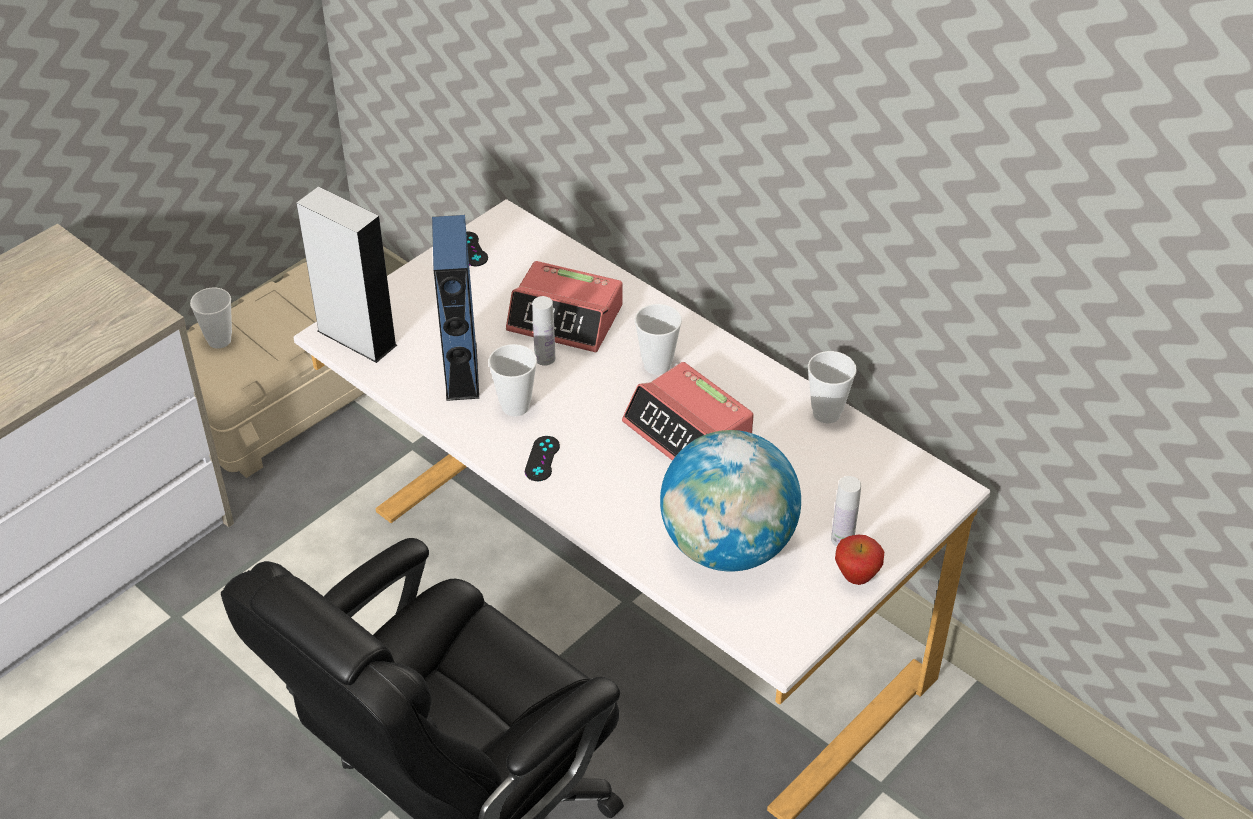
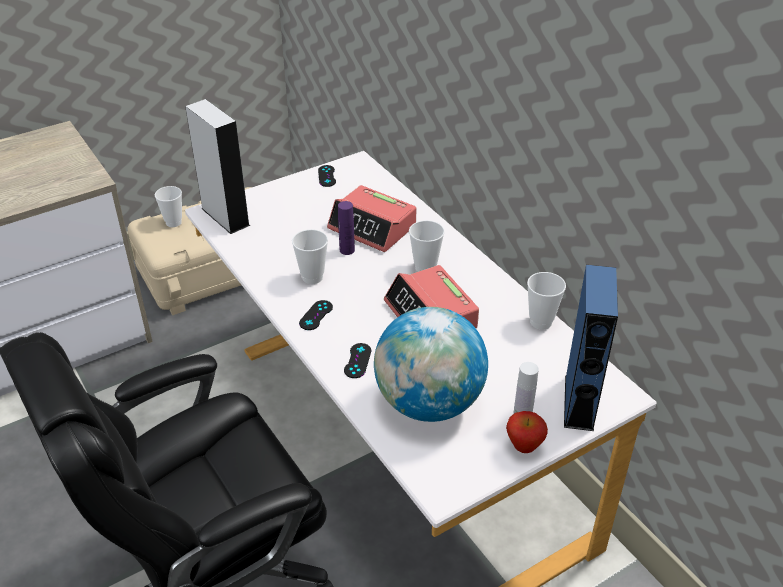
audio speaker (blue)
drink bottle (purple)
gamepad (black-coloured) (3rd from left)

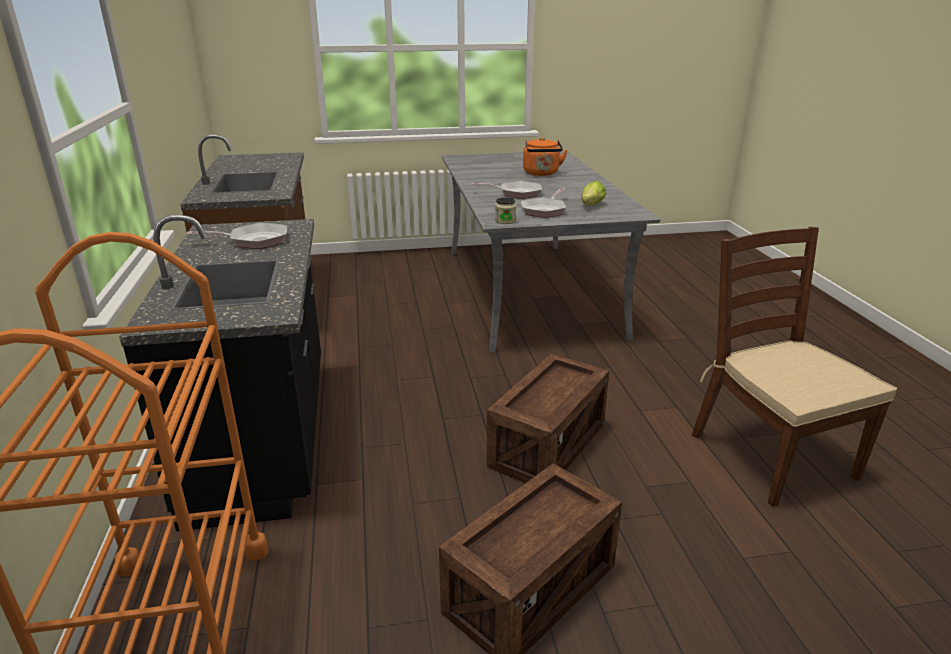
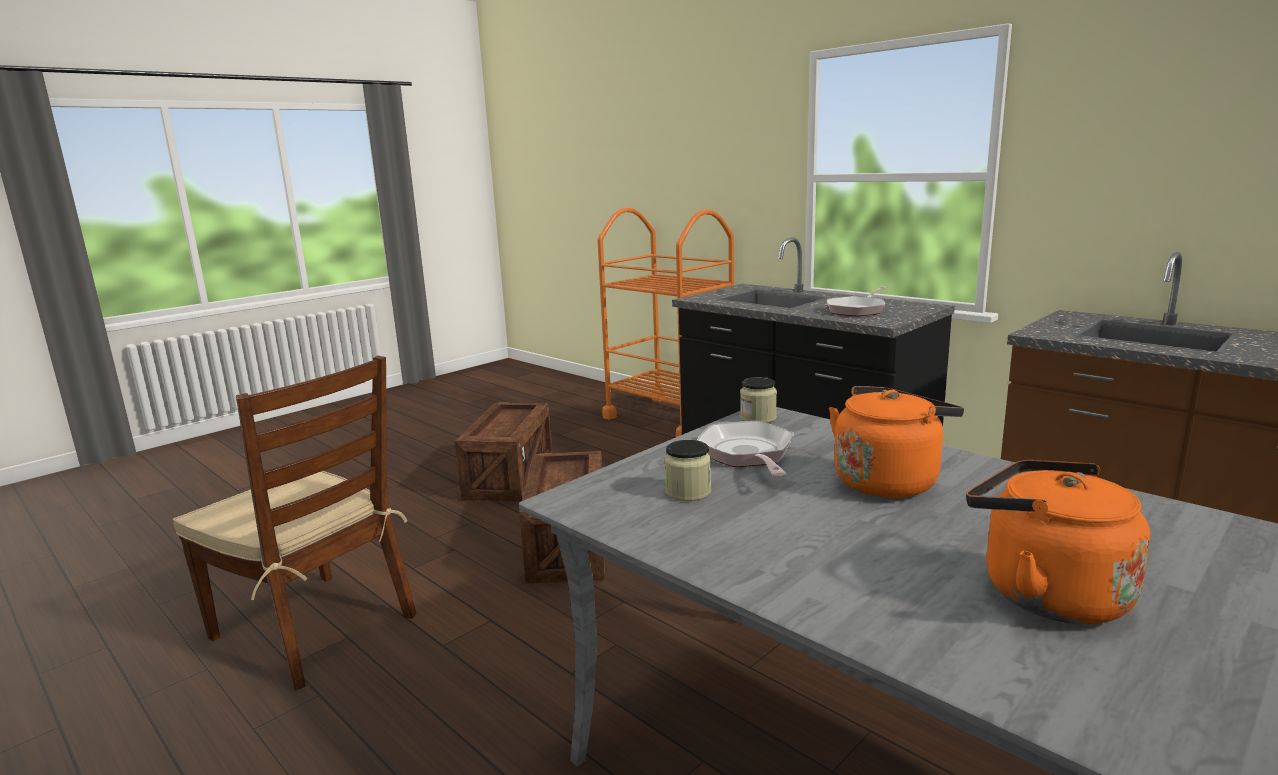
water kettle (orange) (1st from left)
preserve jar (1st from left)

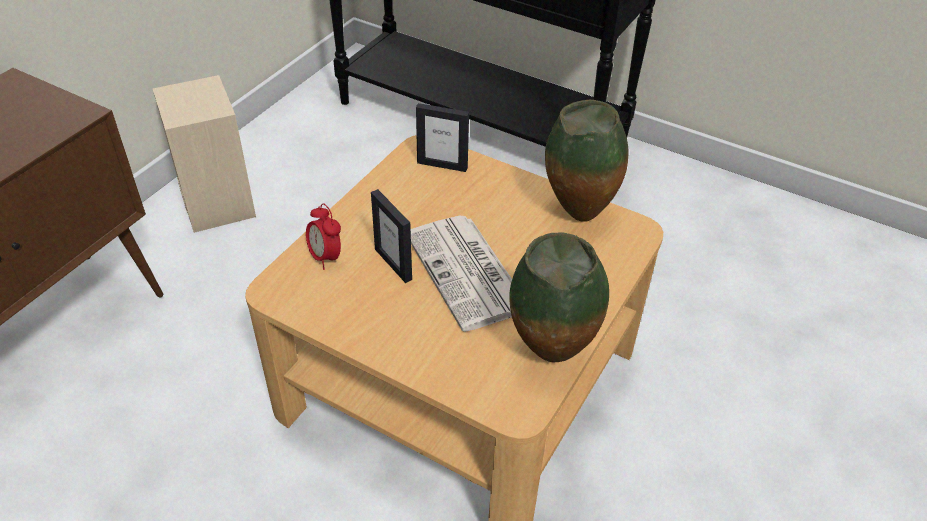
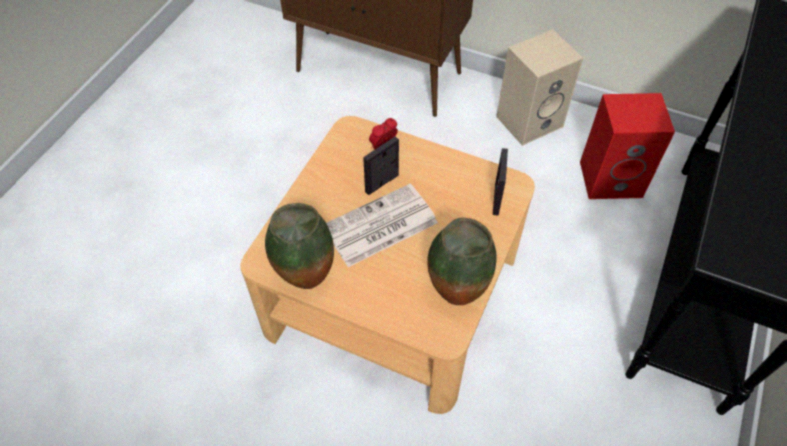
audio speaker (red)

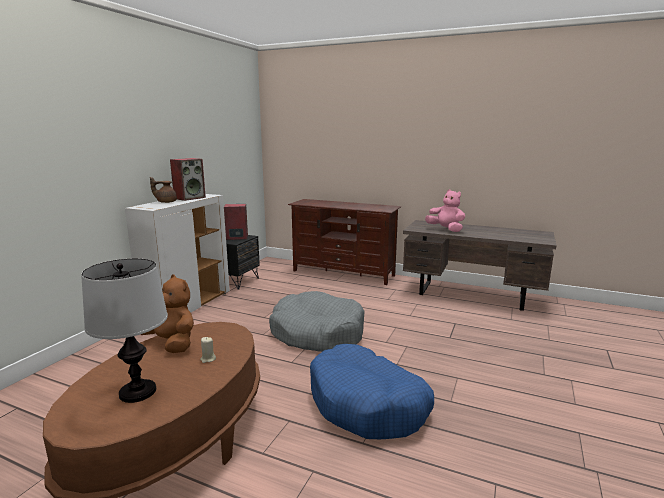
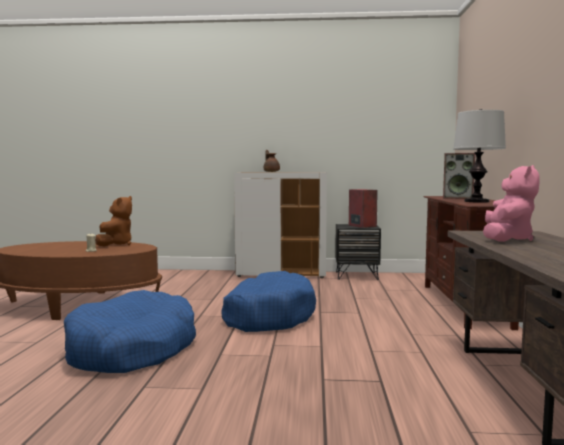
tabletop lamp
audio speaker (2nd from left)
pet bed (blue) (2nd from left)

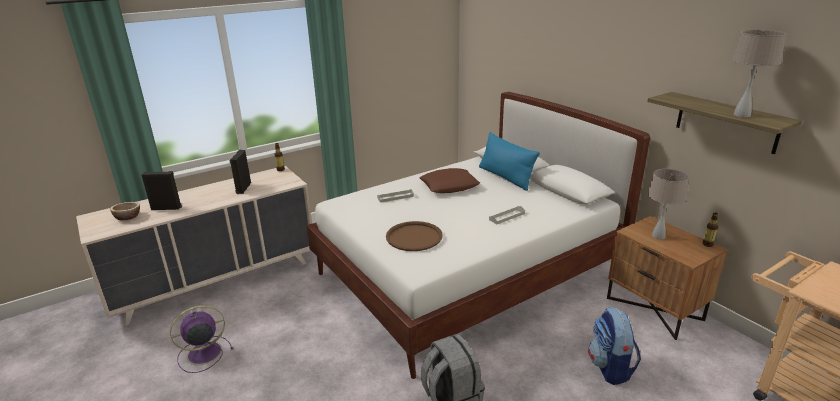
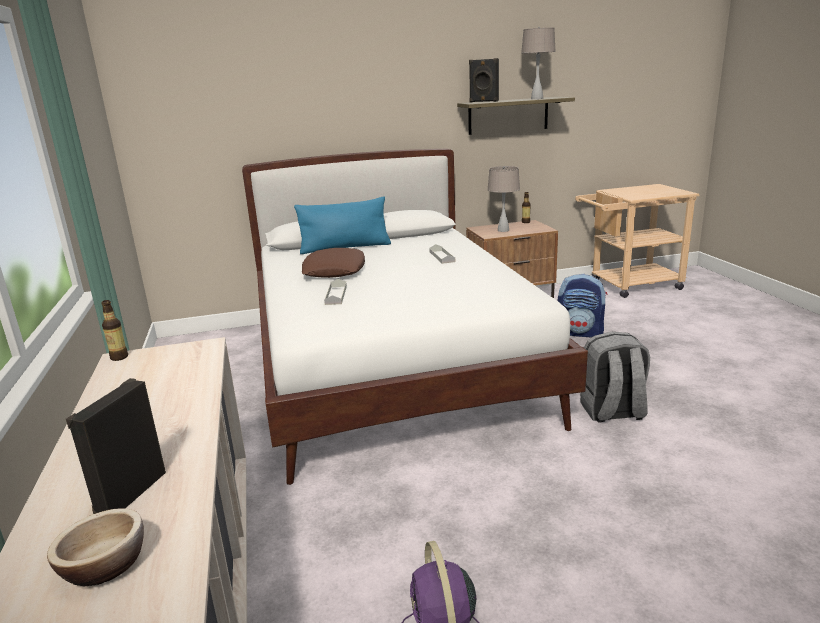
audio speaker (black-coloured) (2nd from left)
serving tray (brown)

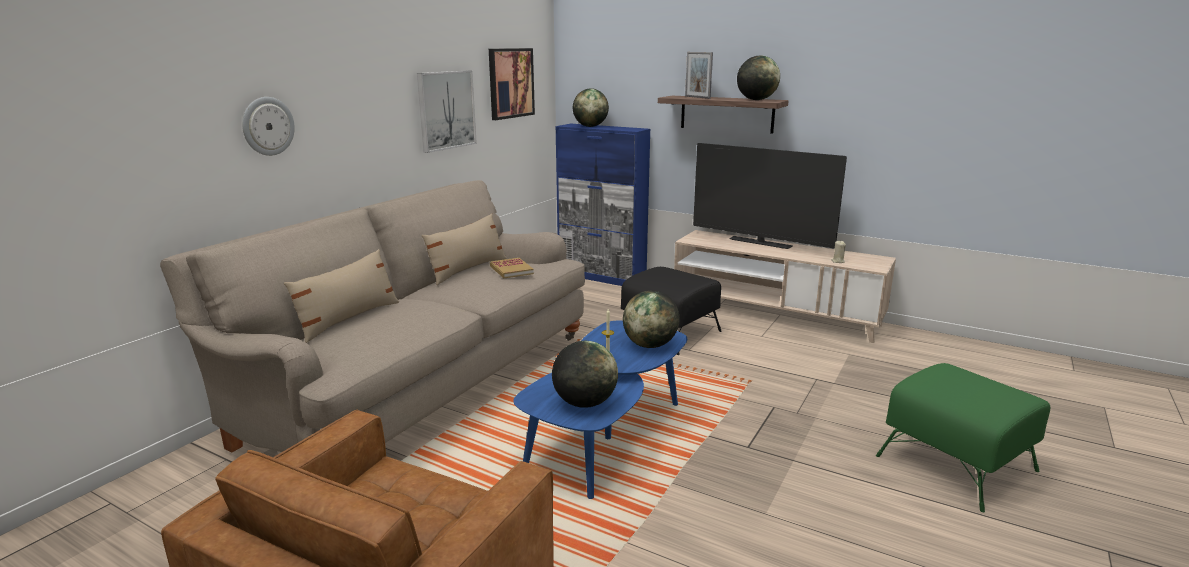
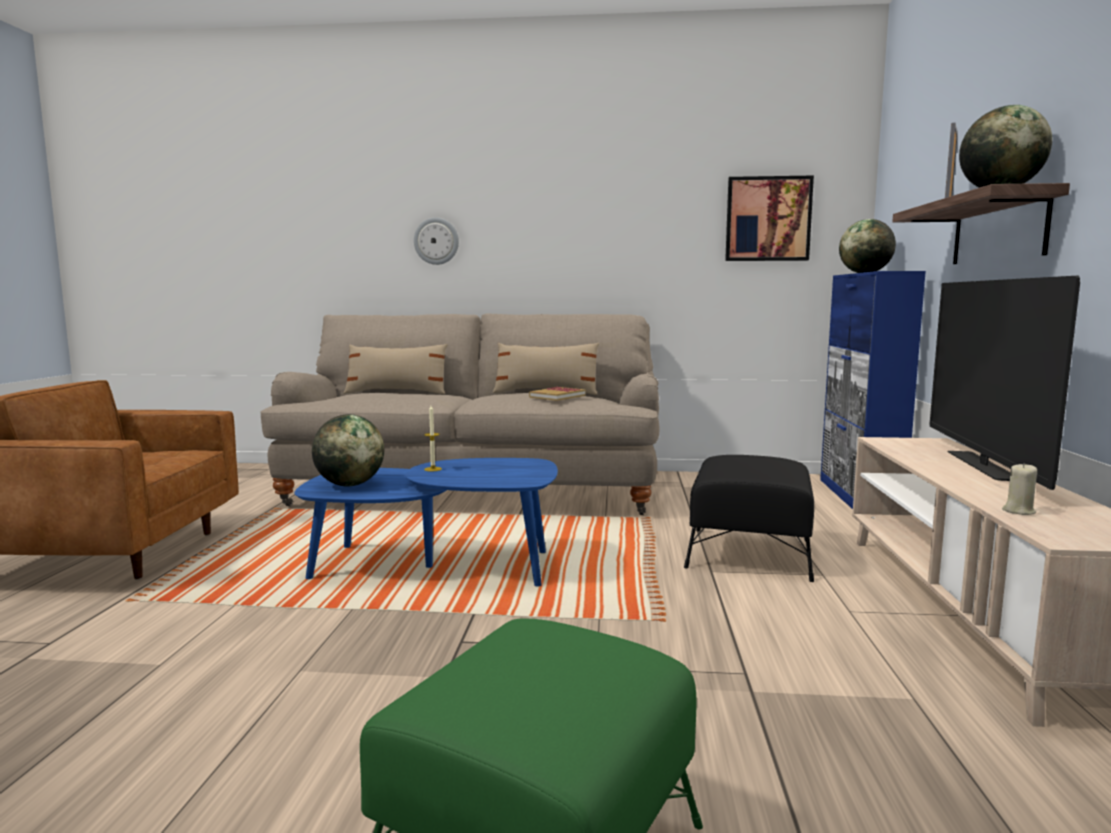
wall art (1st from left in the first image)
desk globe (3rd from left in the first image)

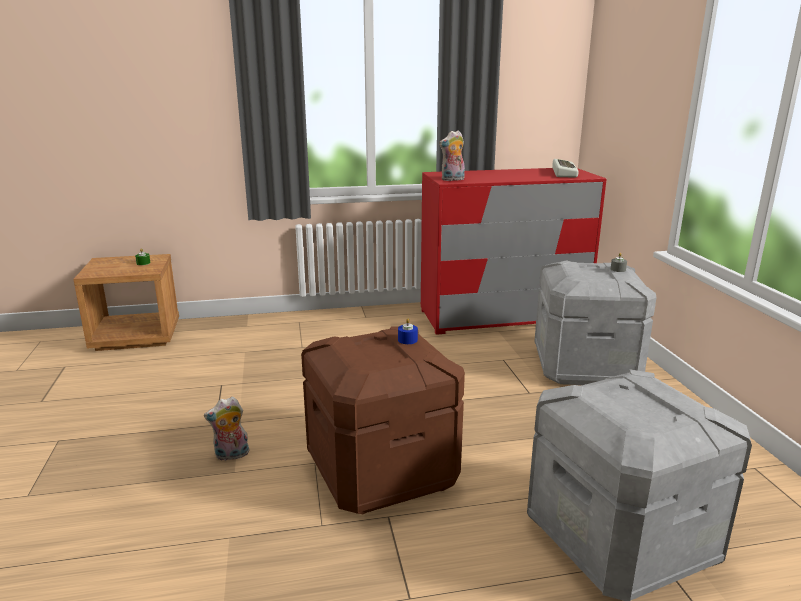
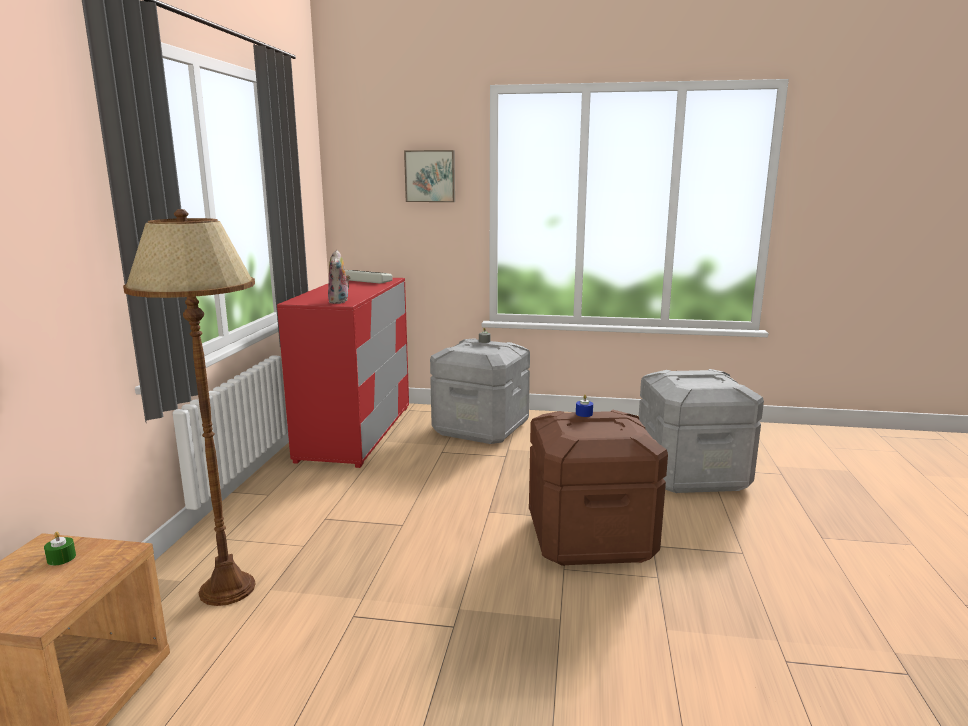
cuddly toy (1st from left in the first image)
floor lamp (brown)
wall art

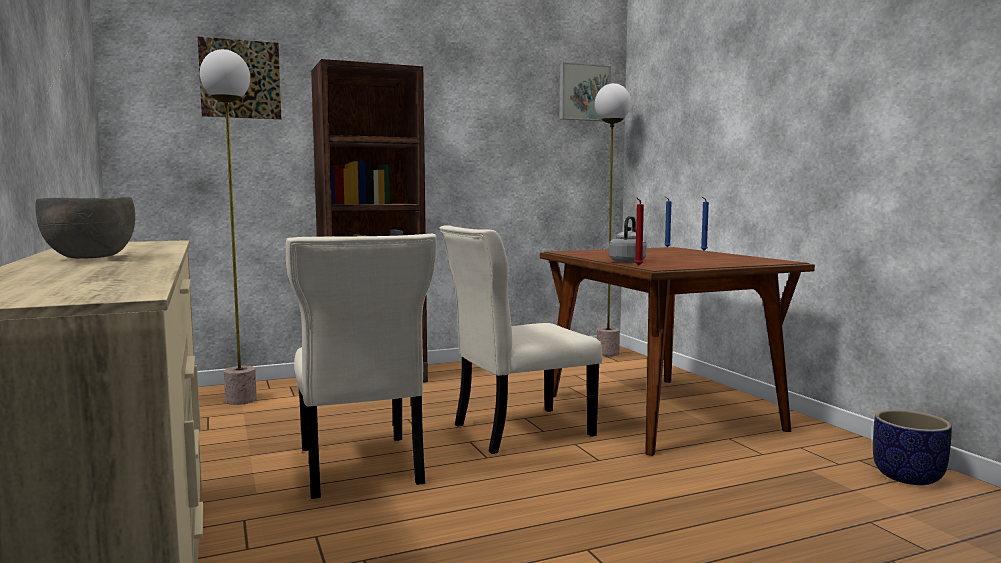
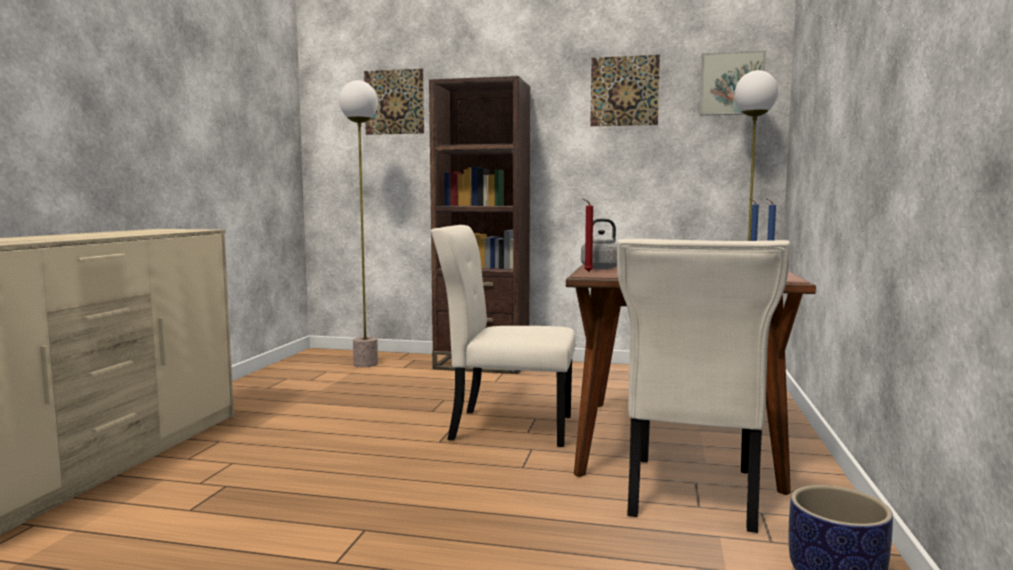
serving bowl (grey)
upright chair (beige-coloured) (2nd from left)
wall art (2nd from left)

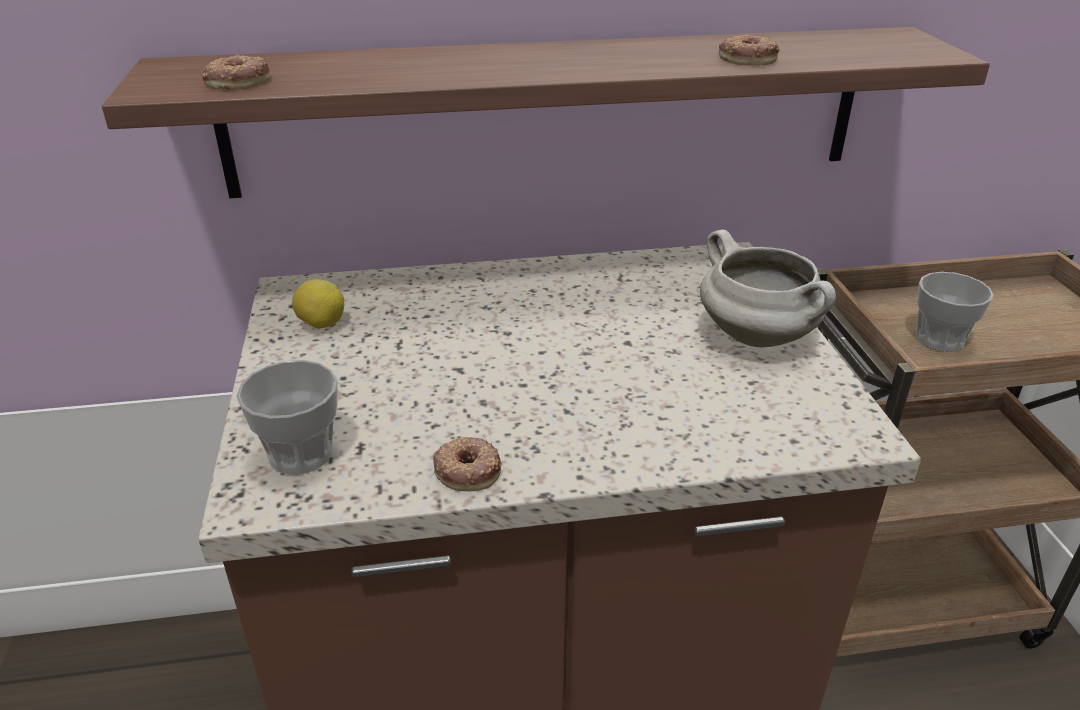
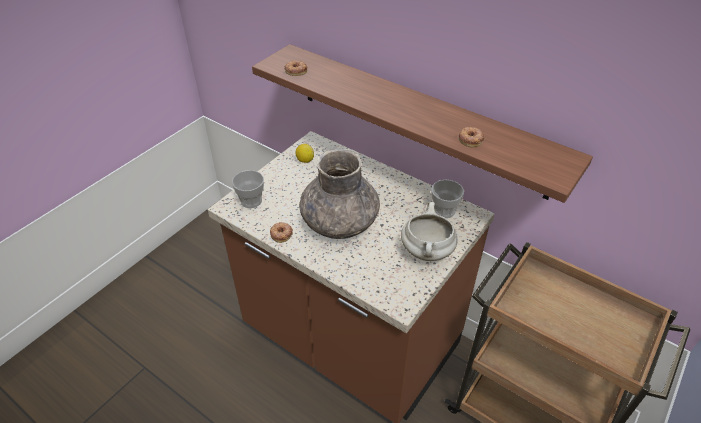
cup (2nd from left)
vase (grey)

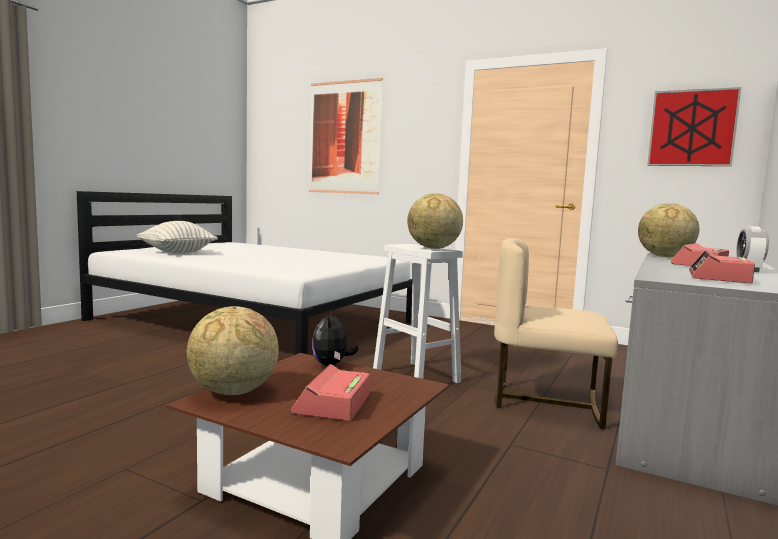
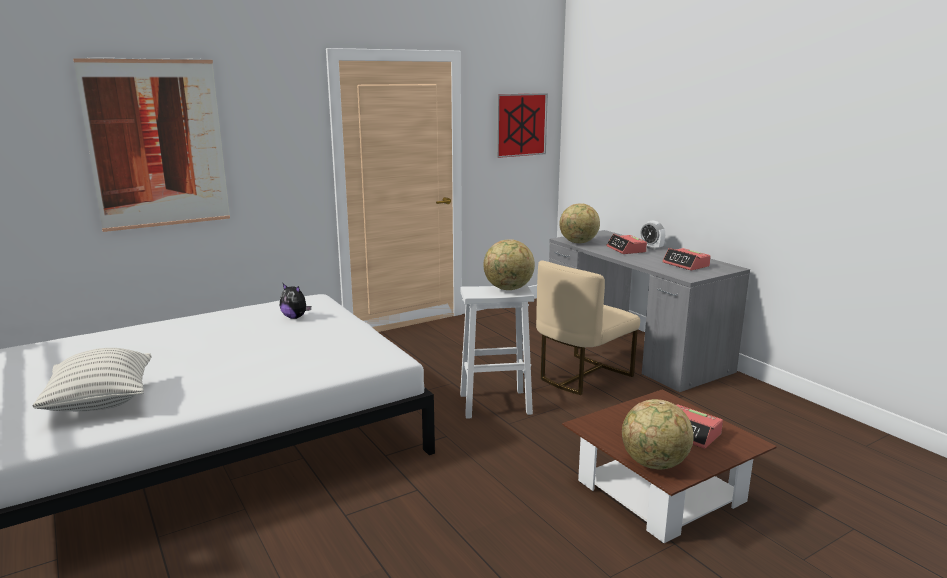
cuddly toy

